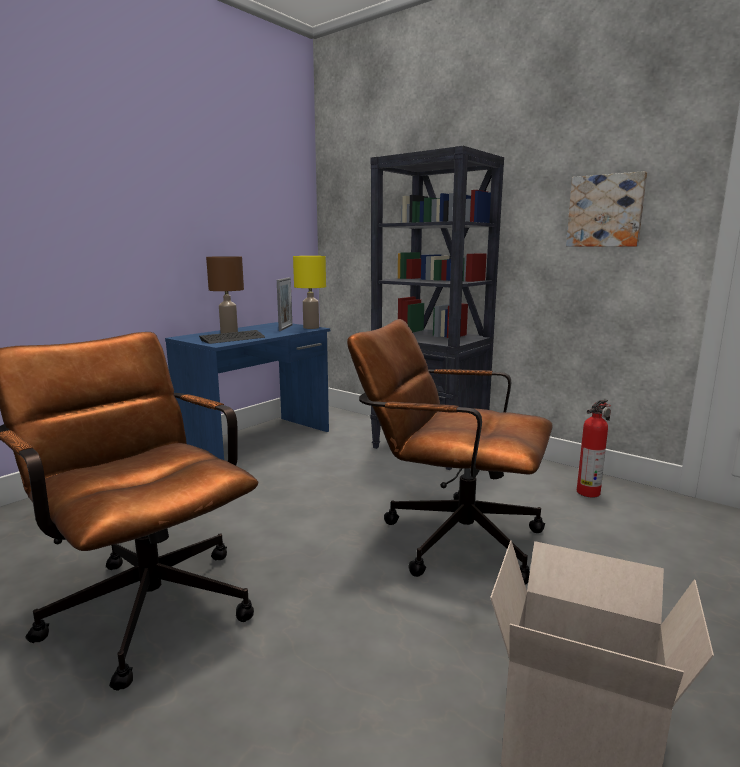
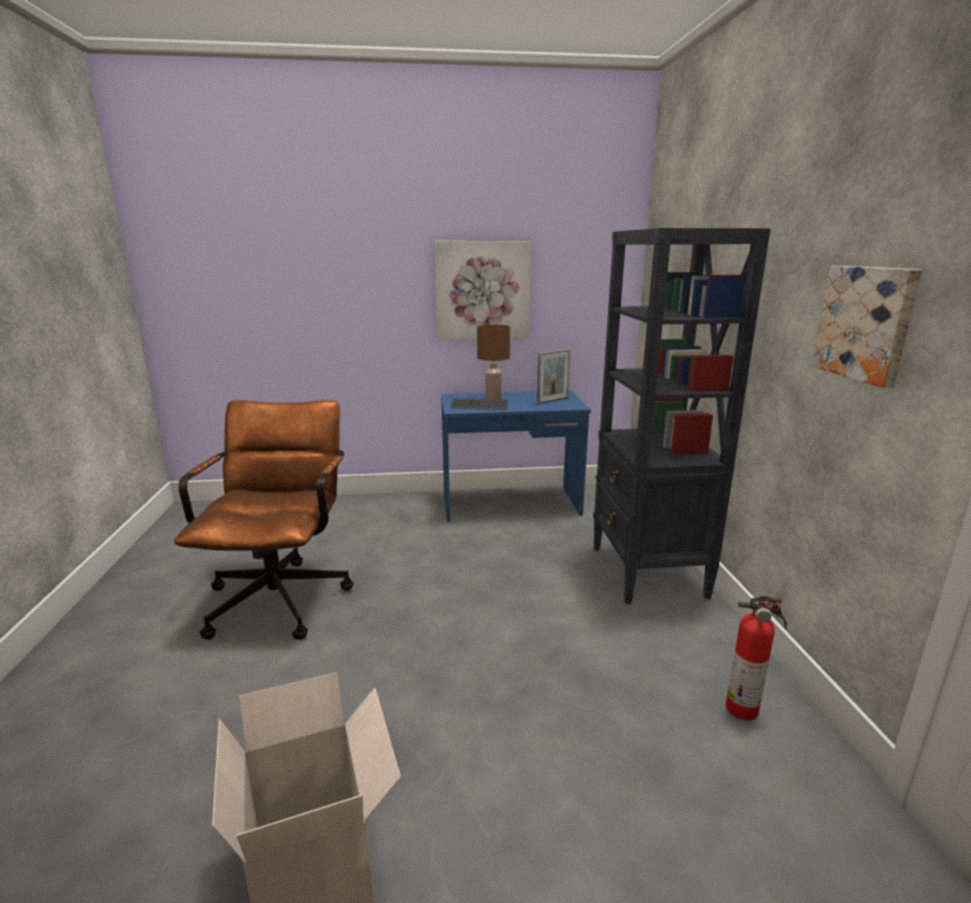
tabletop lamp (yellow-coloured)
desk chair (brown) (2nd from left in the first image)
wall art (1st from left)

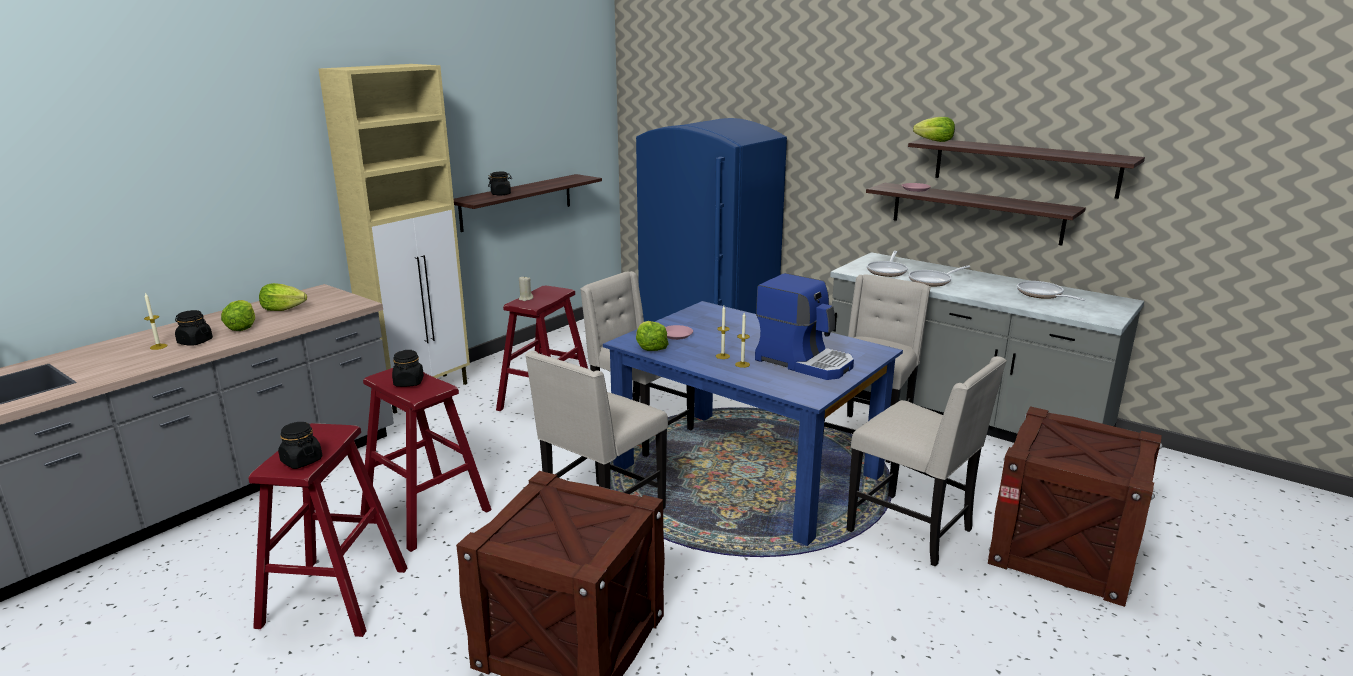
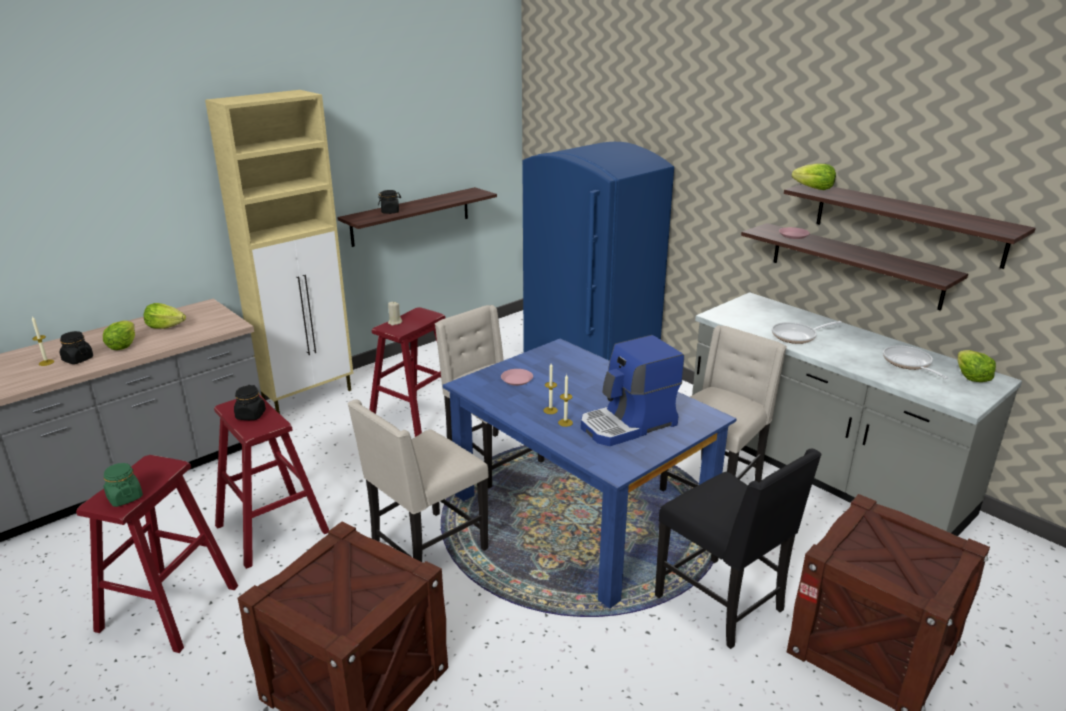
preserve jar (green)
head of lettuce (4th from left)
coffee machine
upright chair (black-coloured)
skillet (1st from left in the first image)

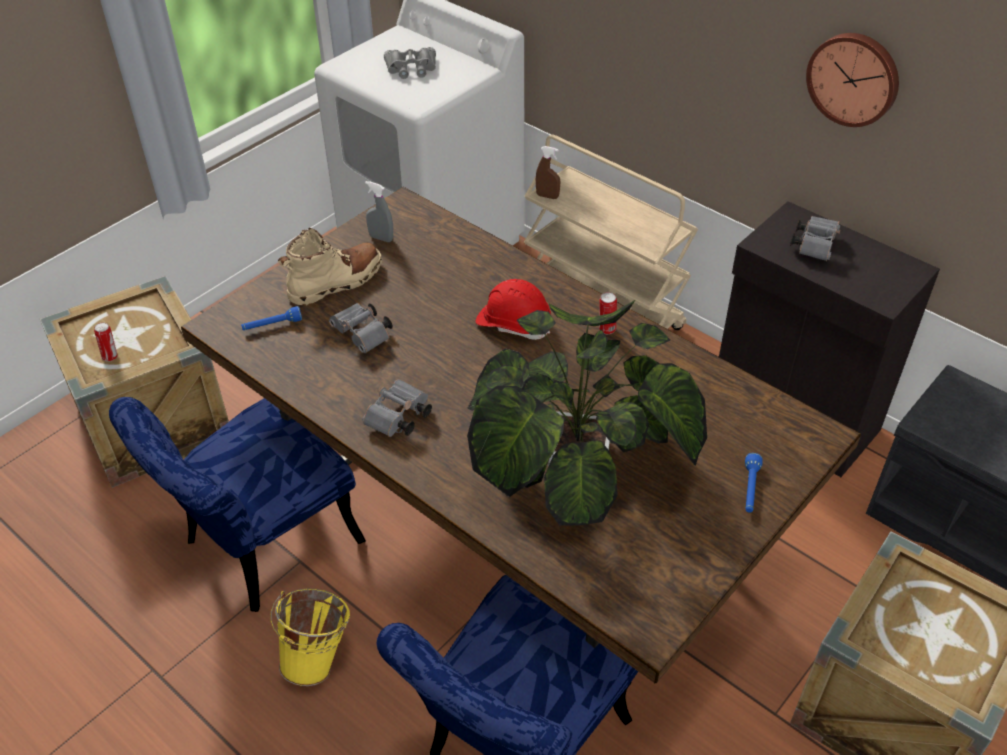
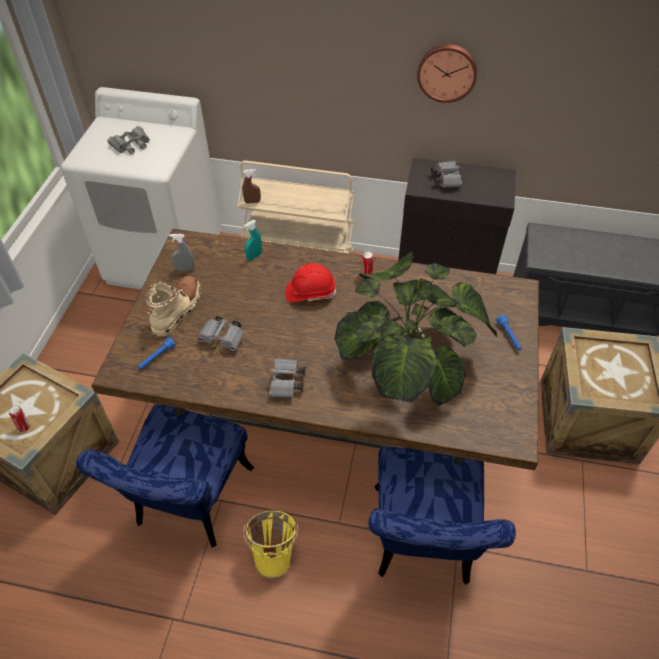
hand sprayer (turquoise-coloured)

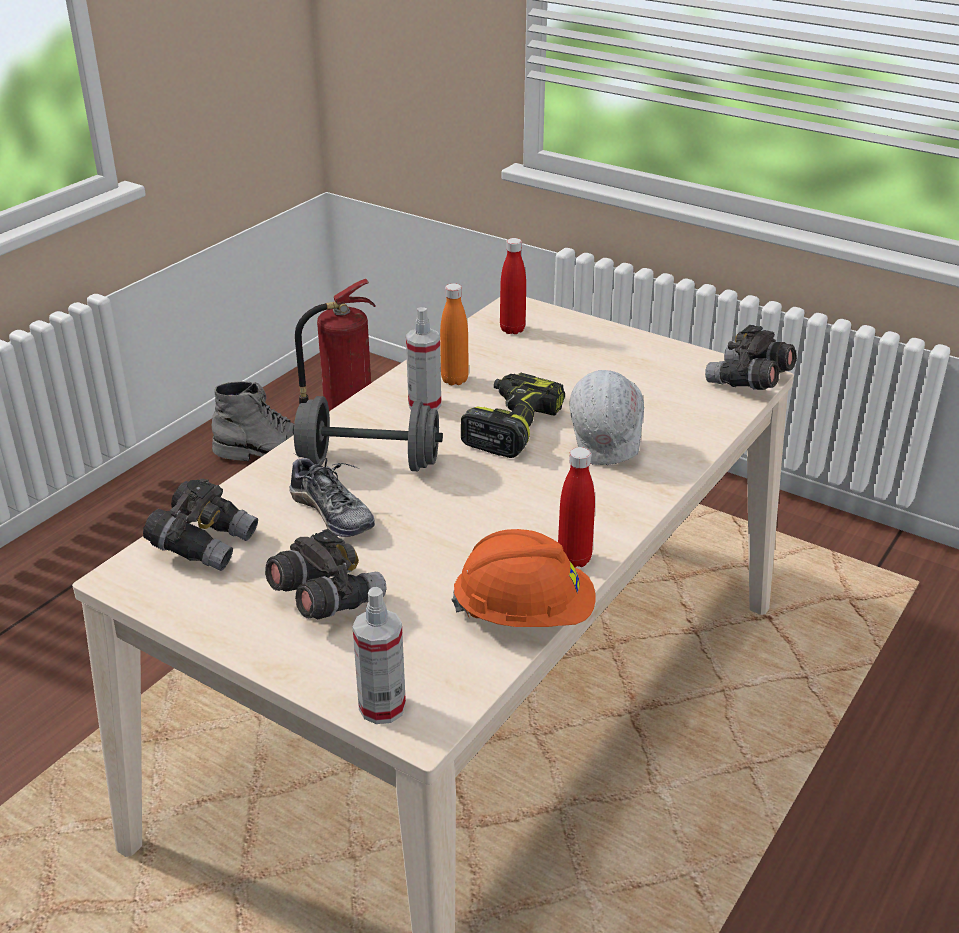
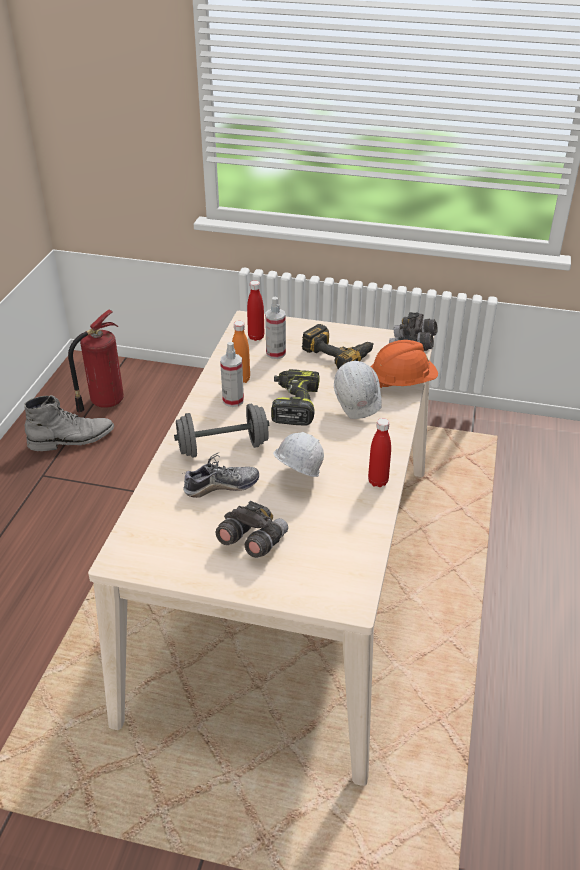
field glasses (grey) (1st from left in the first image)
low shoe
hand sprayer (2nd from left)
safety helmet (orange)
safety helmet (white) (1st from left)
electric drill (2nd from left)

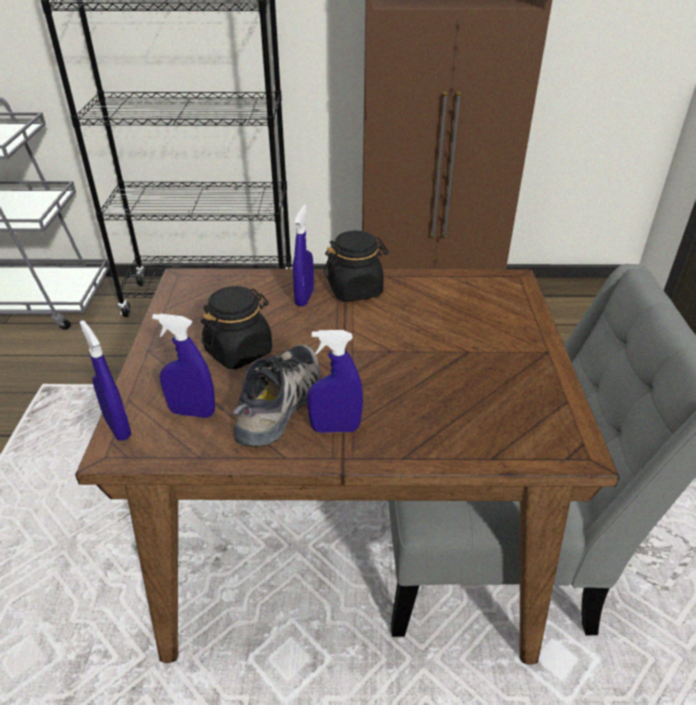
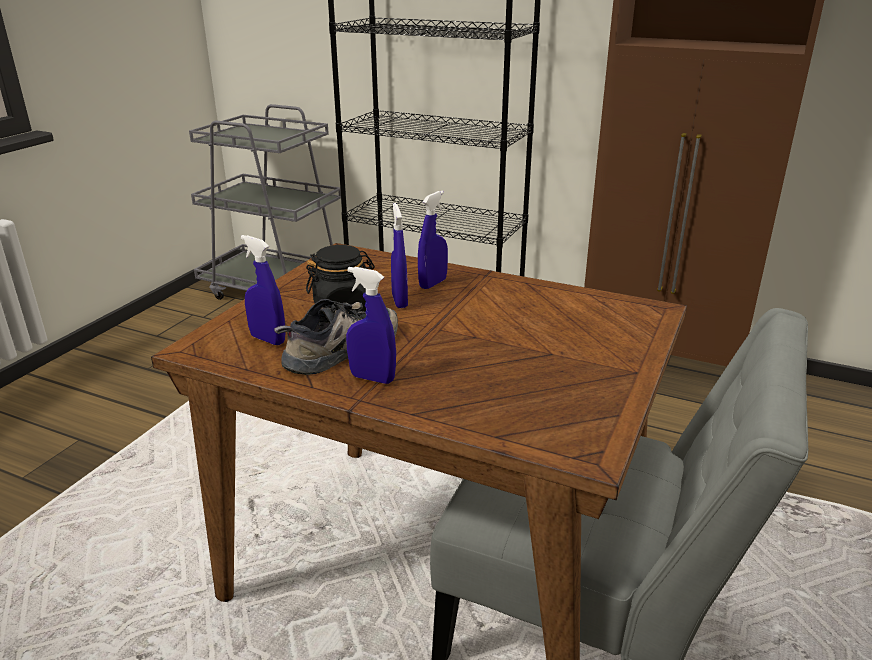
hand sprayer (blue) (3rd from left)
preserve jar (black-coloured) (2nd from left in the first image)

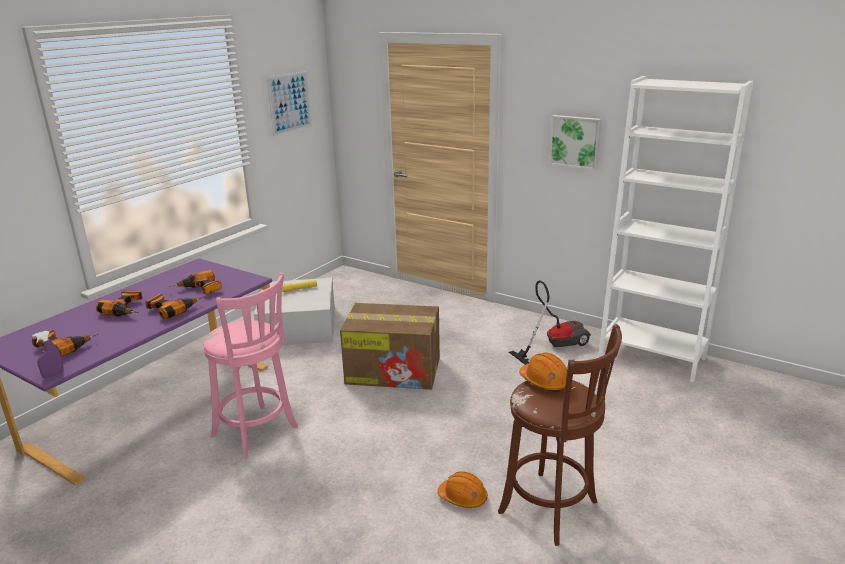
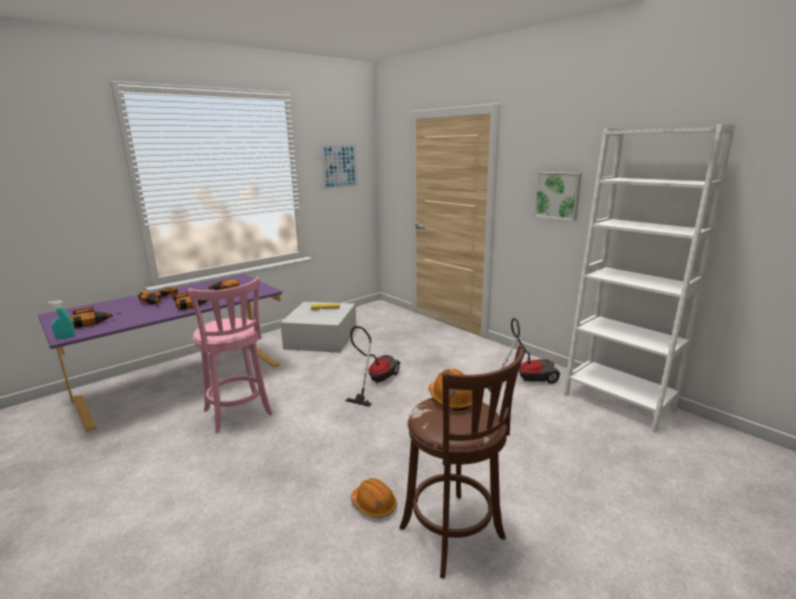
hand sprayer (turquoise-coloured)
hoover (1st from left)

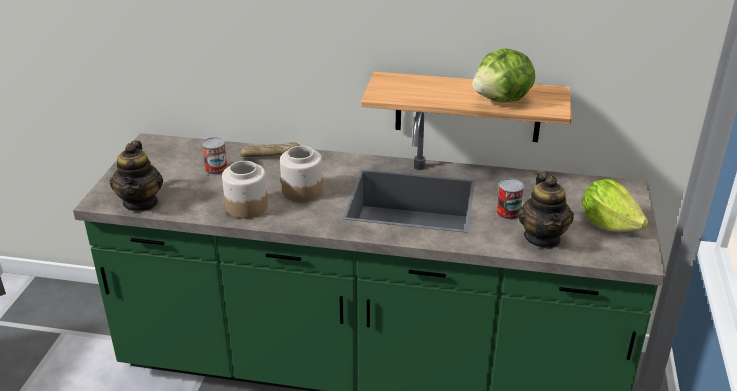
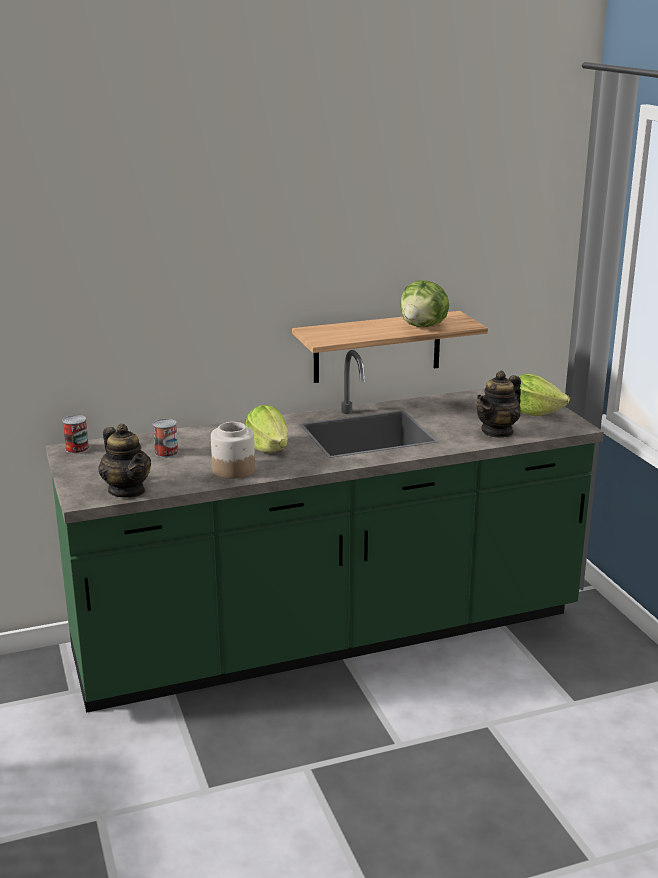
baked bread
head of lettuce (1st from left)
sealed can (1st from left)
tea pot (2nd from left)

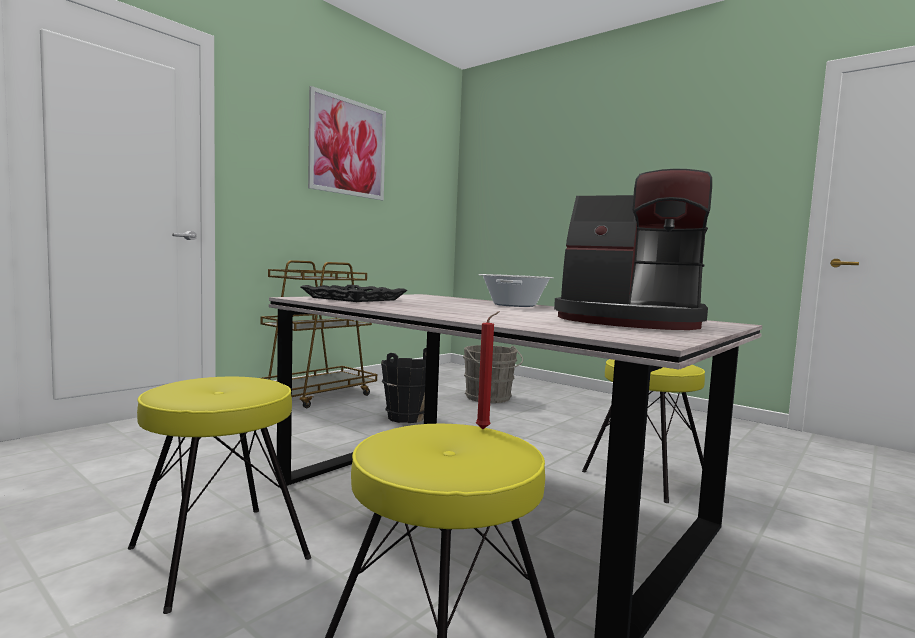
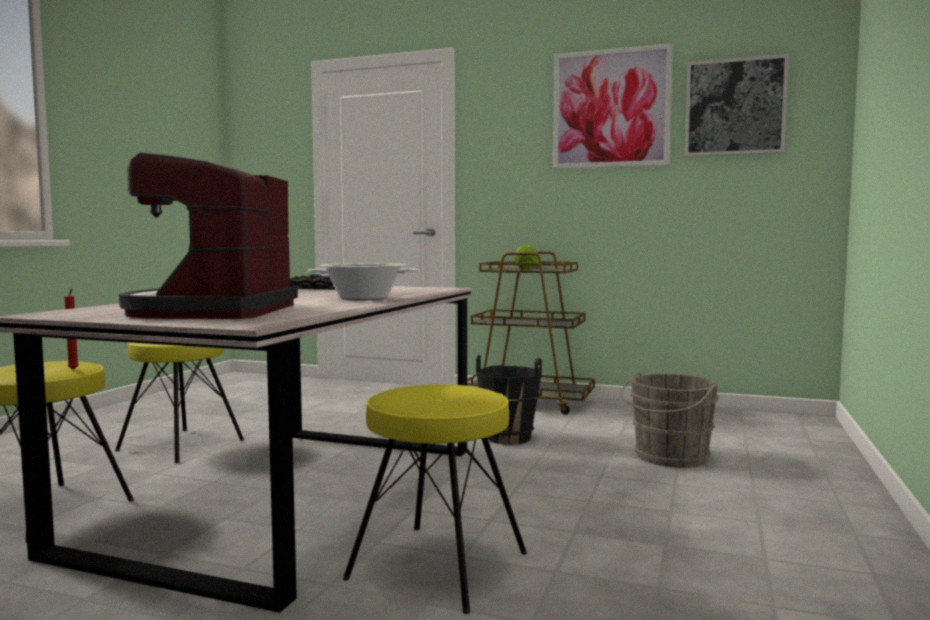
head of lettuce
wall art (2nd from left)

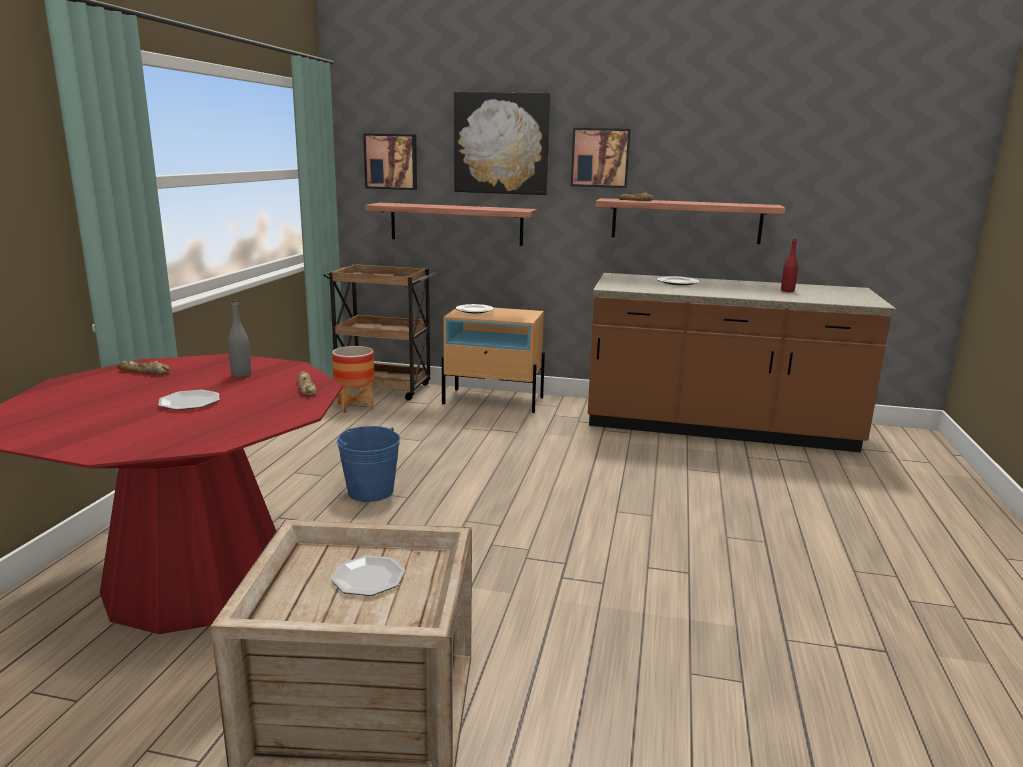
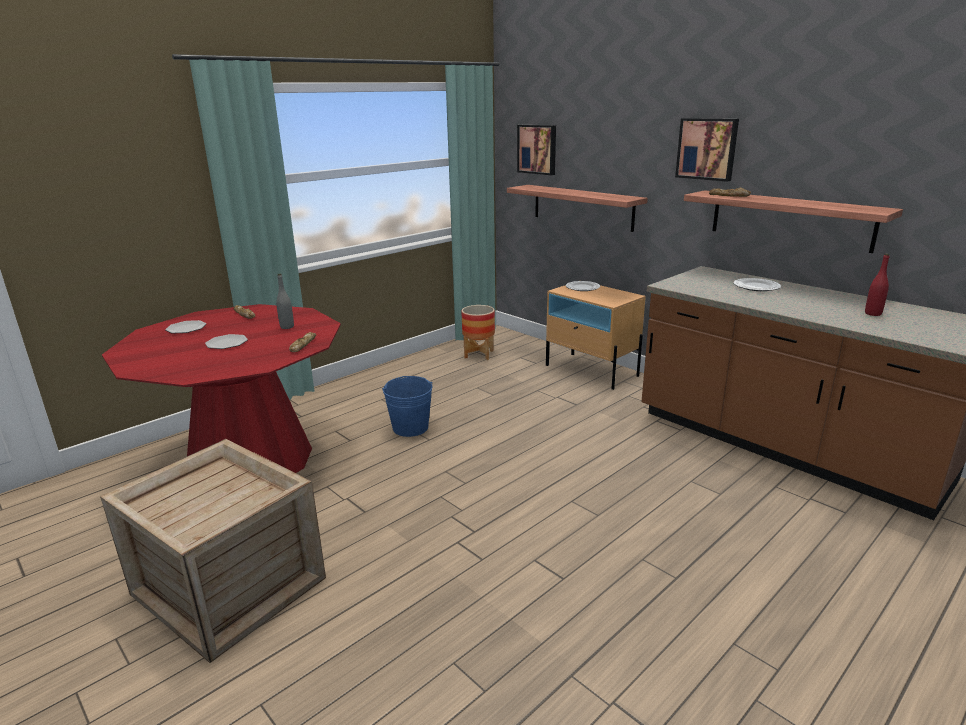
cart (brown)
dinner plate (1st from left)
wall art (2nd from left in the first image)

